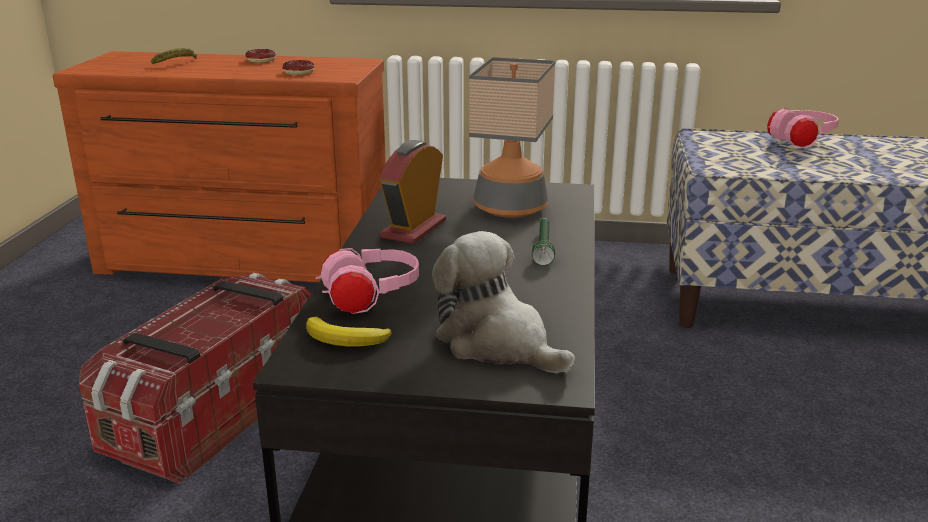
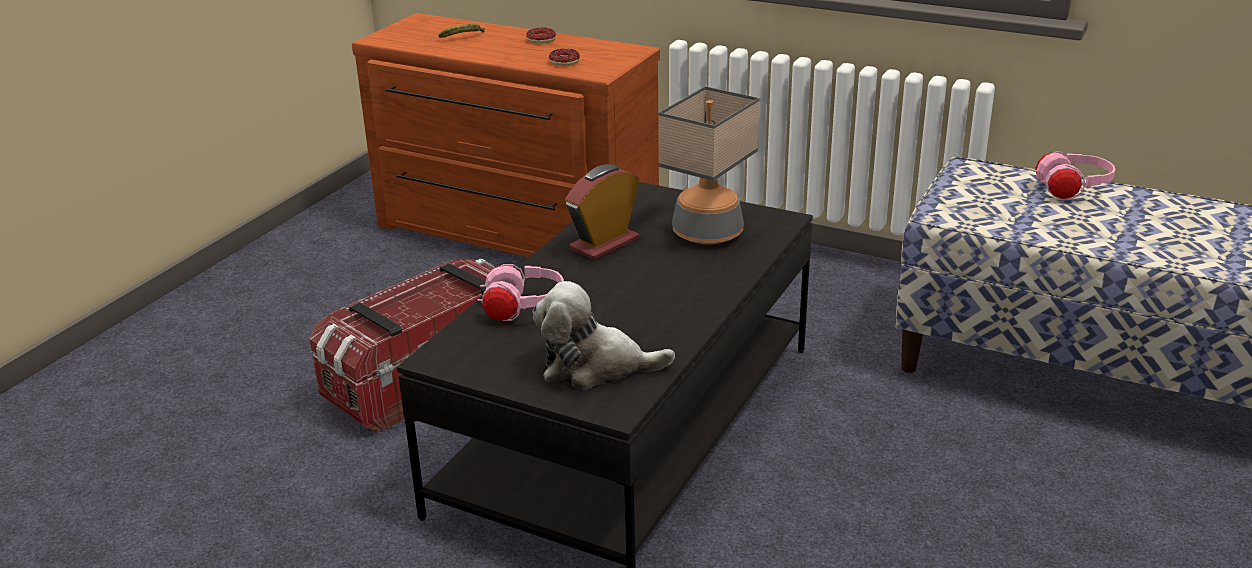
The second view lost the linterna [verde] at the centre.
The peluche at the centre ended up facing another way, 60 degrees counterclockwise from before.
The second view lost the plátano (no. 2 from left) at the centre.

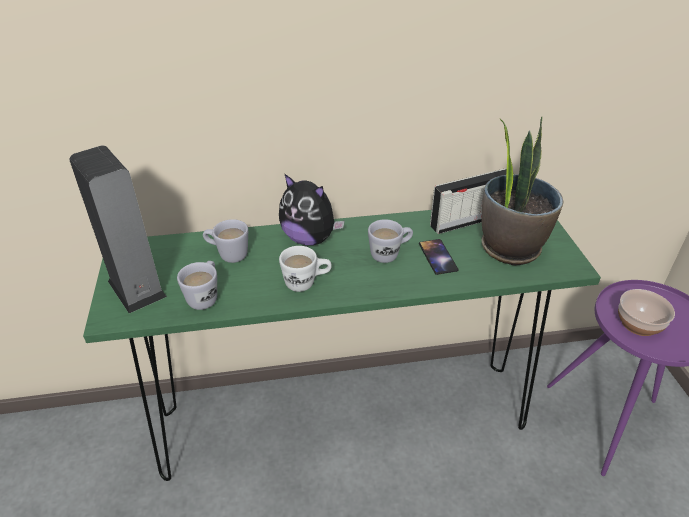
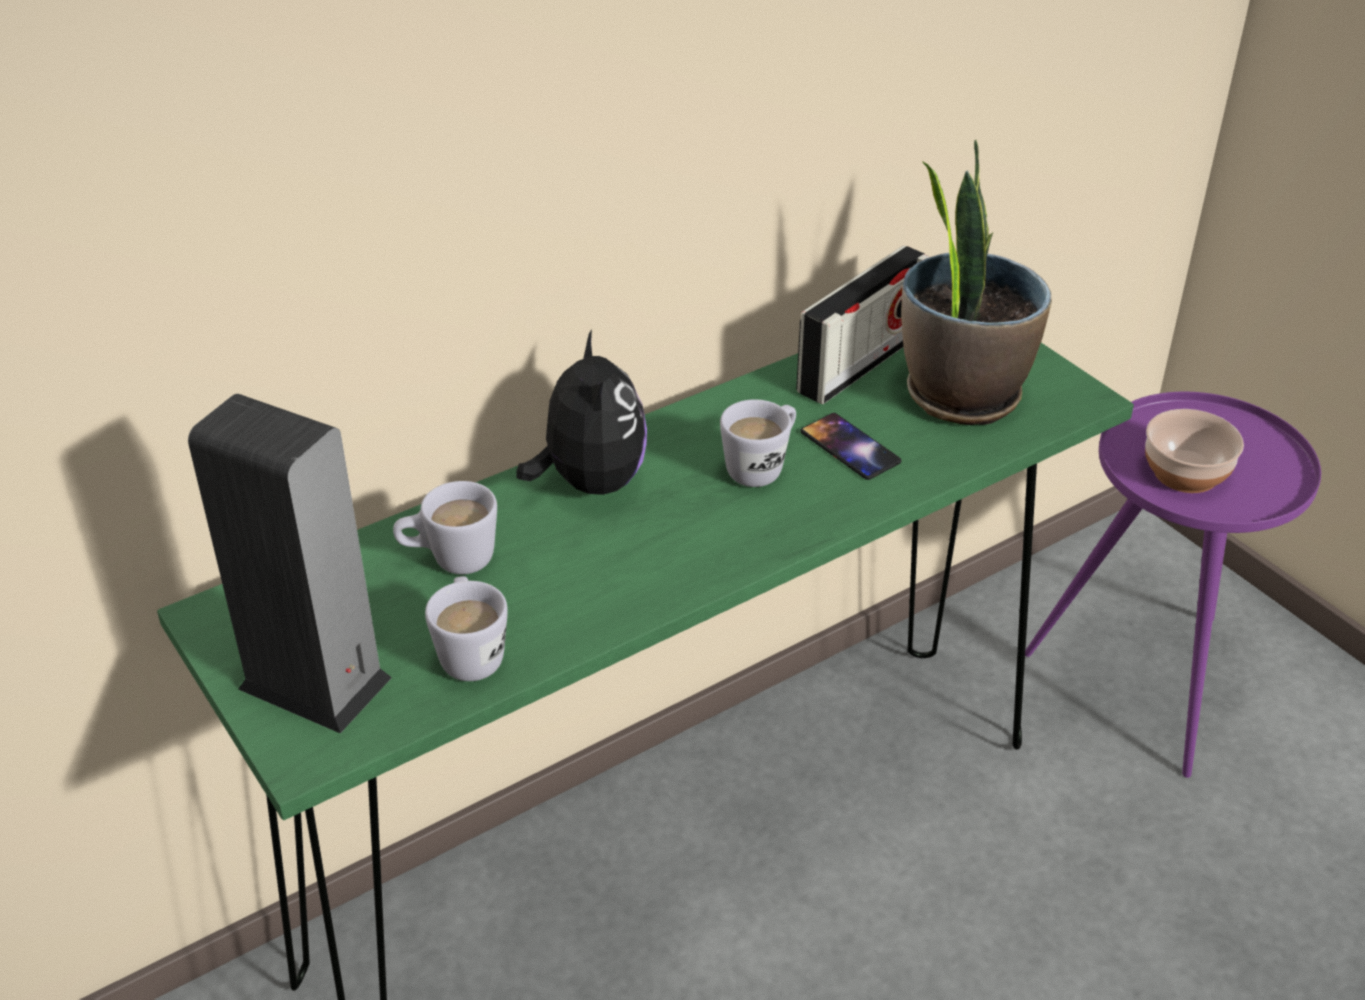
The peluche at the centre ended up facing another way, 105 degrees counterclockwise from before.
The second view lost the taza grande [blanco] (no. 3 from left) at the centre.

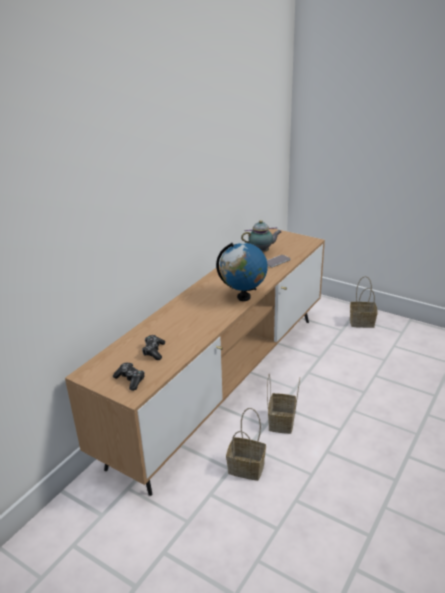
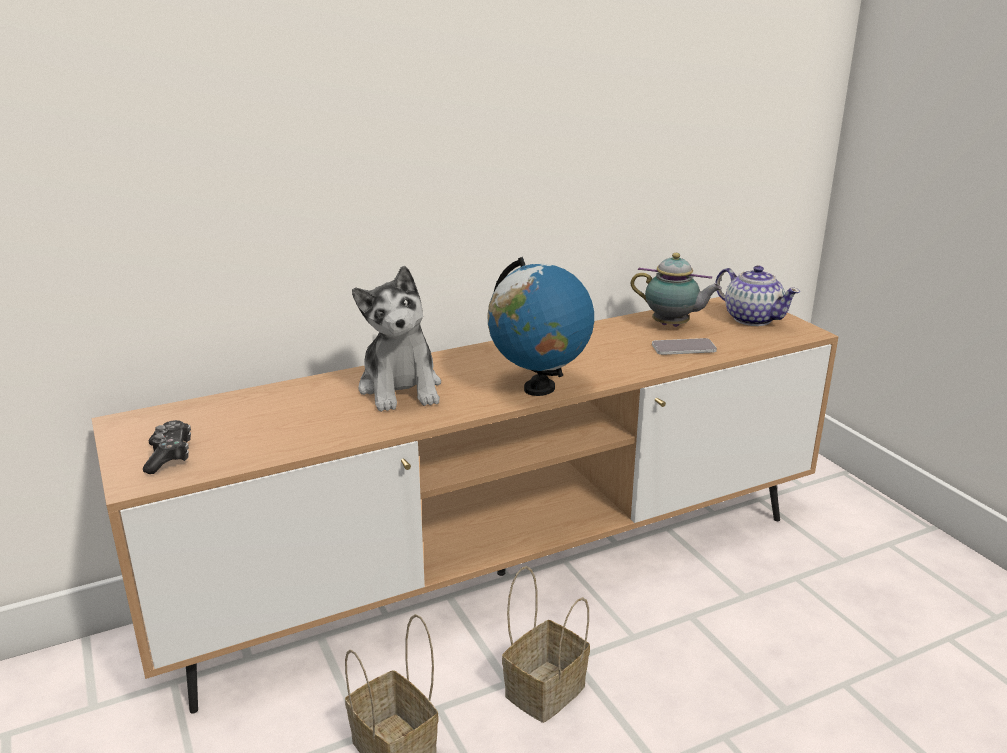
The second view lost the cesta (no. 3 from left) at the middle right.
The second view lost the mando de consola (no. 2 from left) at the centre.
The second view gained the peluche at the centre.
The second view gained the tetera (no. 2 from left) at the middle right.

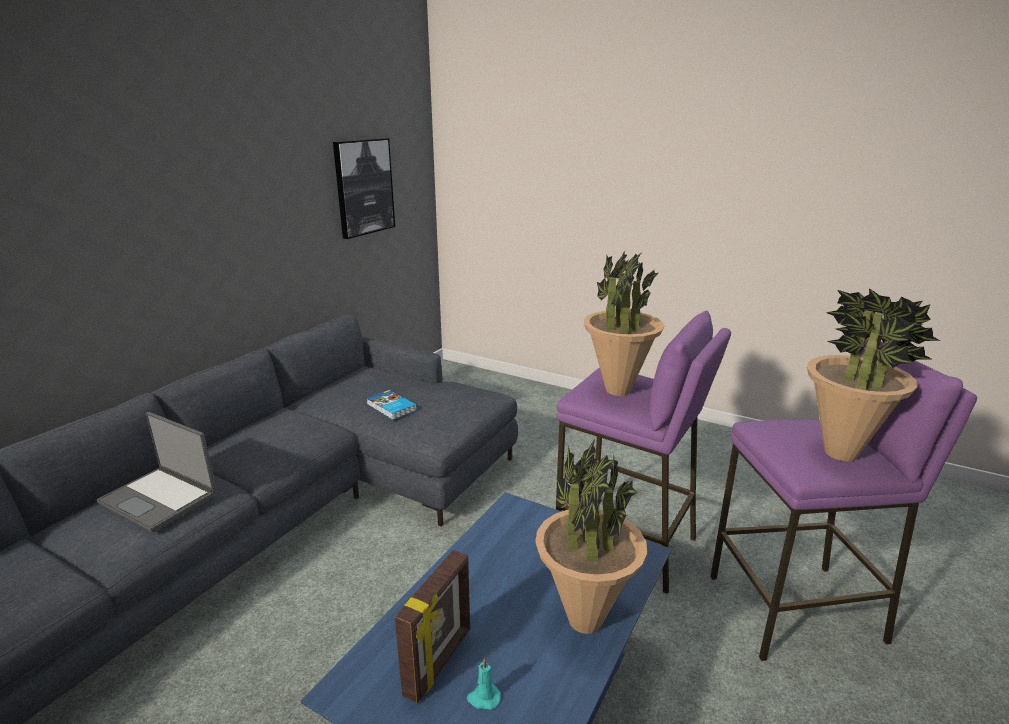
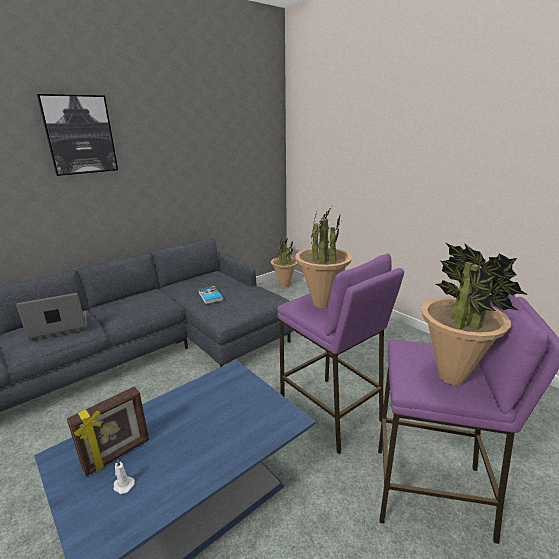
The cuadro ended up elsewhere, having gone from the top centre to the top left.
The portátil at the middle left ended up facing another way, 105 degrees clockwise from before.
The planta en maceta (no. 1 from left) ended up elsewhere, having gone from the bottom centre to the centre.
What was the vela [turquesa] at the bottom centre turned into the vela [blanco] at the bottom left.

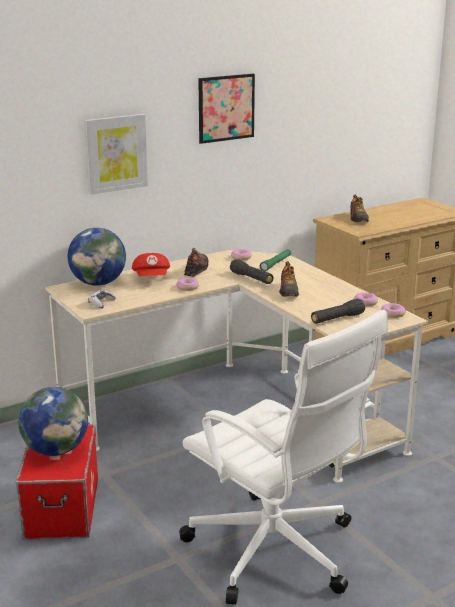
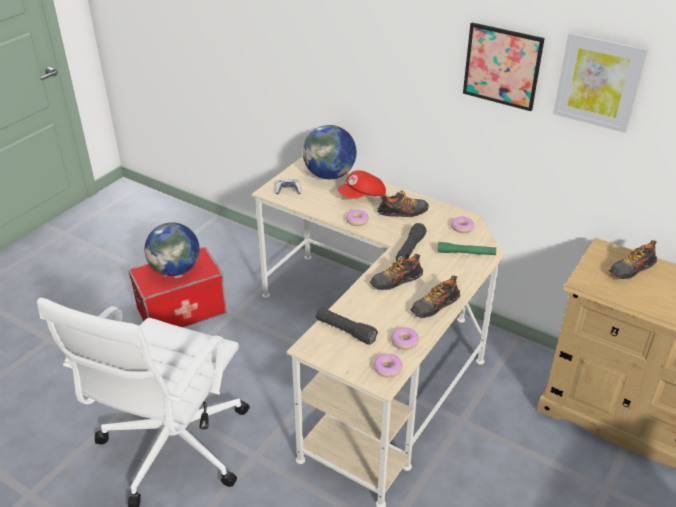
The cuadro (no. 1 from left in the first image) ended up elsewhere, having gone from the top left to the top right.
The second view gained the zapato (no. 3 from left) at the centre.

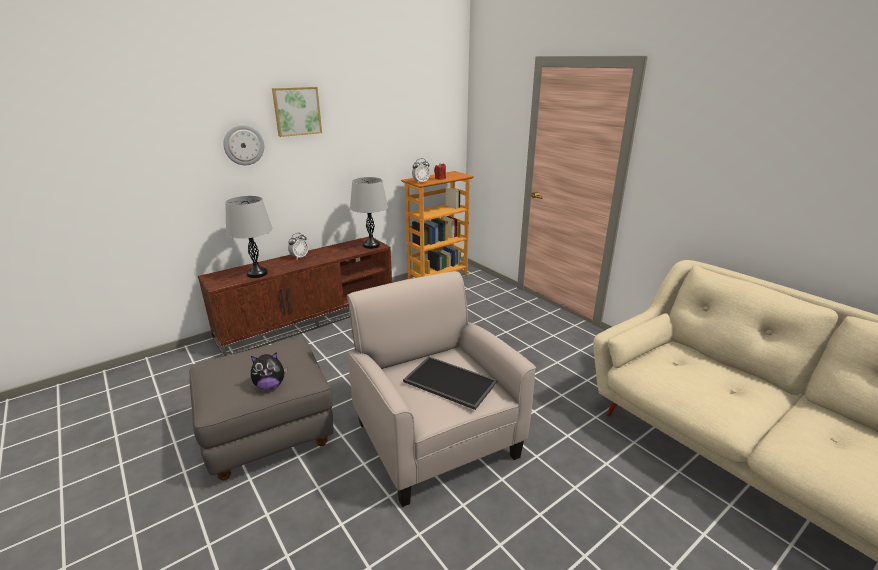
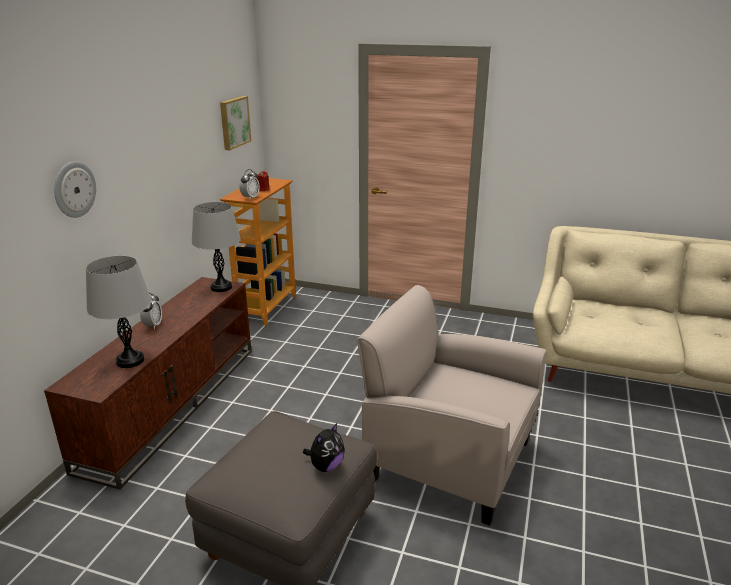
The cuadro ended up elsewhere, having gone from the top centre to the top left.
The second view lost the bandeja at the bottom centre.

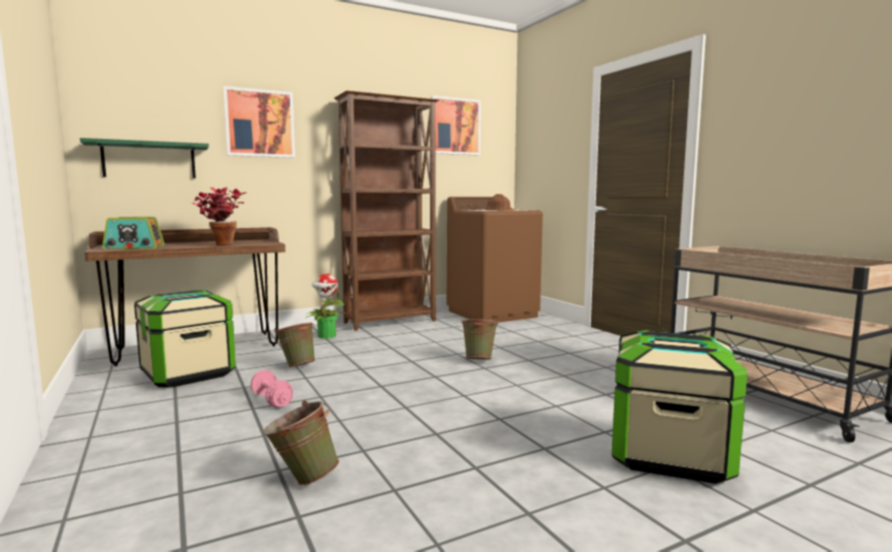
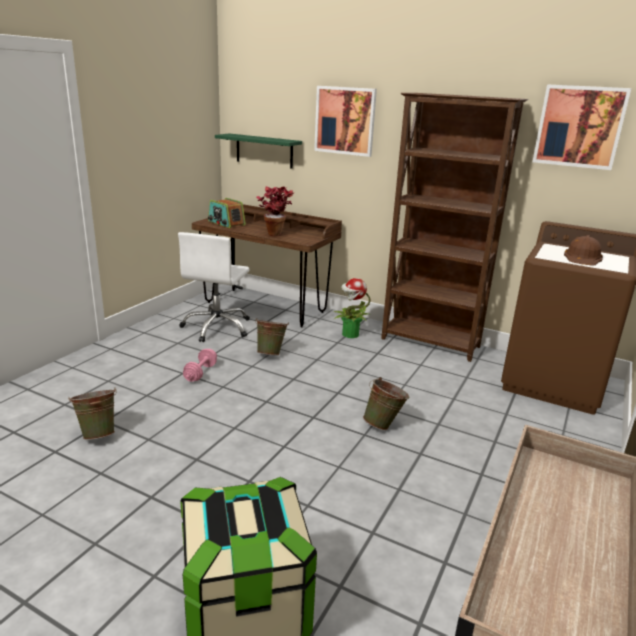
Where the caja de almacenaje (no. 1 from left) stood at the middle left, the silla de oficina [blanco] came to stand at the centre.

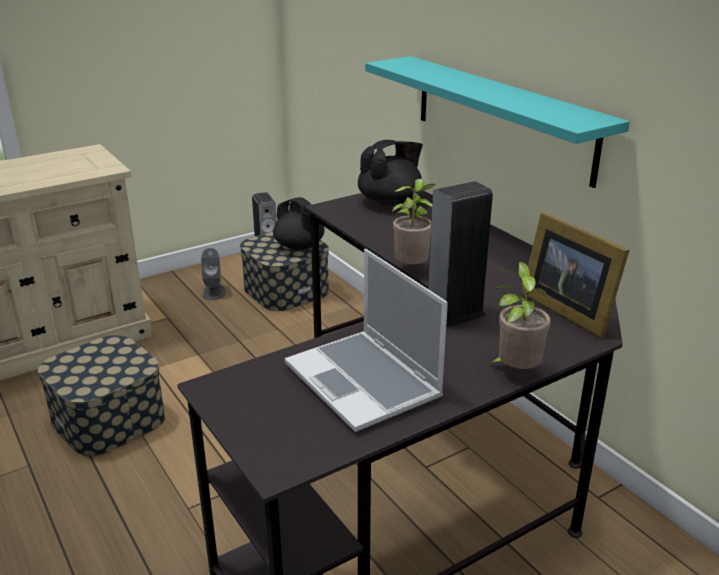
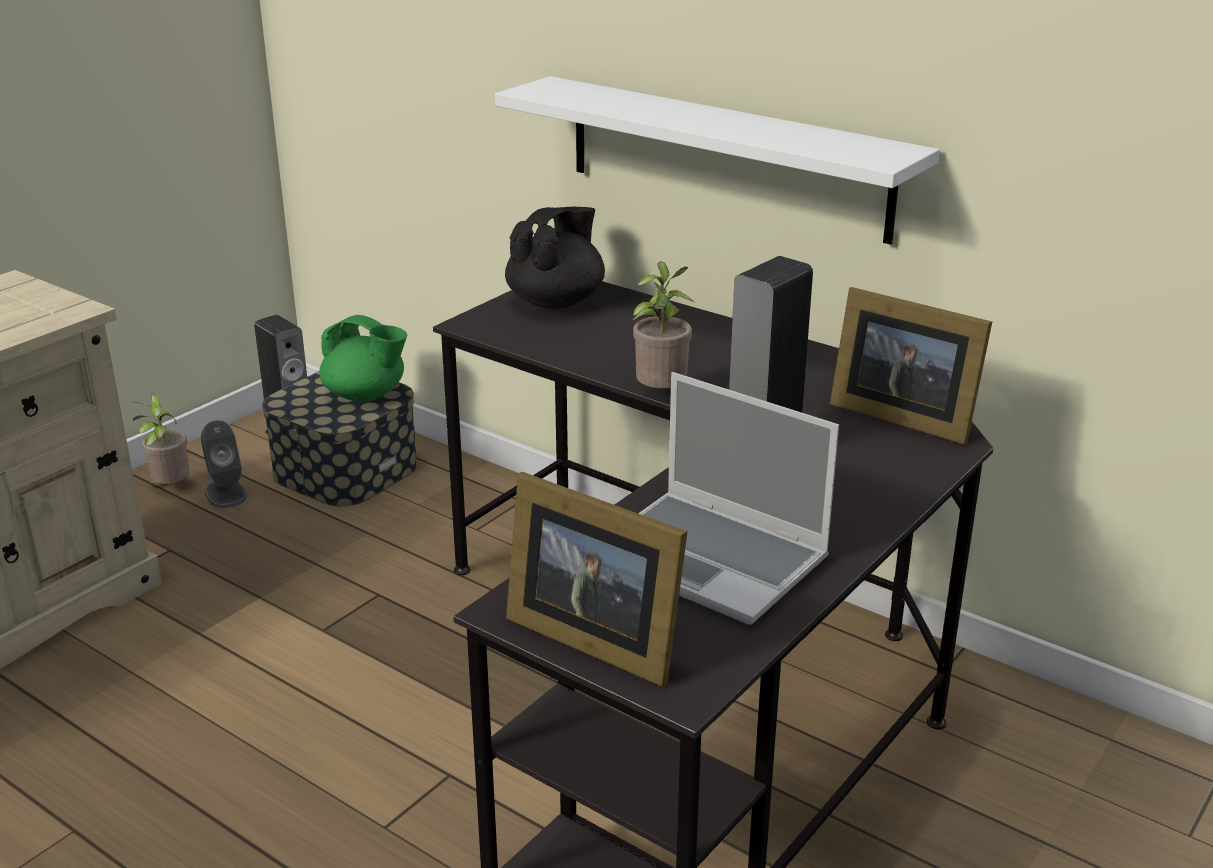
What was the estante [turquesa] at the top right turned into the estante [blanco] at the top centre.
What was the tetera [negro] (no. 1 from left) at the centre turned into the tetera [verde] at the middle left.
The planta en maceta (no. 2 from left in the first image) ended up elsewhere, having gone from the middle right to the middle left.
The second view lost the caja de almacenaje (no. 1 from left) at the bottom left.
The second view gained the portarretratos (no. 1 from left) at the bottom centre.

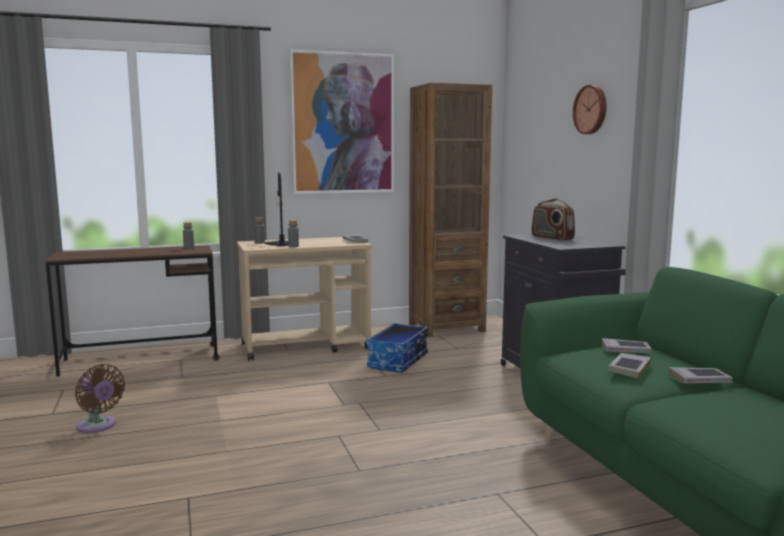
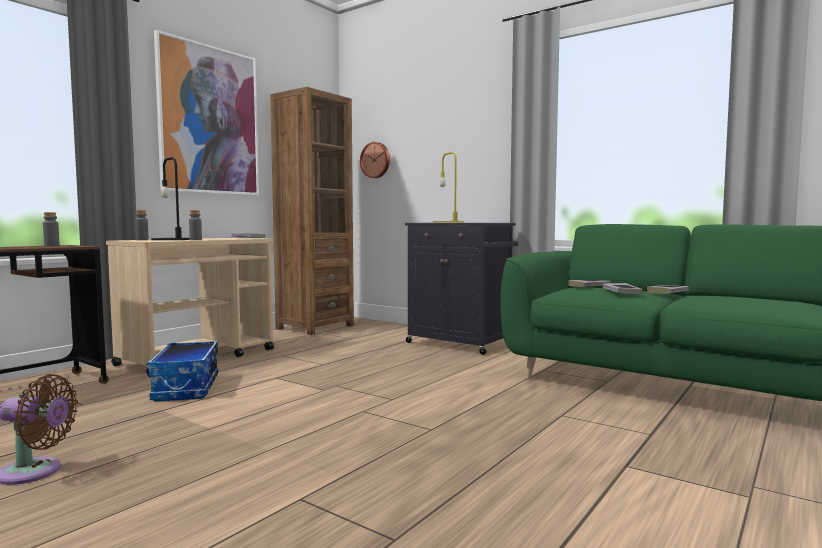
The reloj de pared ended up elsewhere, having gone from the top right to the top centre.
Where the radio stood at the middle right, the lámpara de mesa [amarillo] came to stand at the centre.
The caja de almacenaje ended up elsewhere, having gone from the centre to the bottom left.

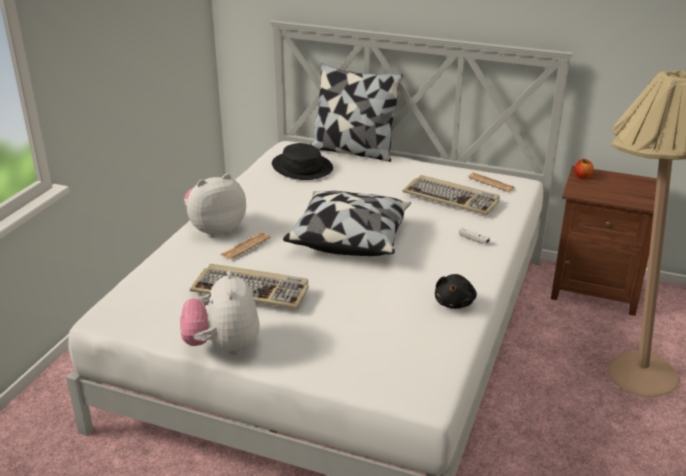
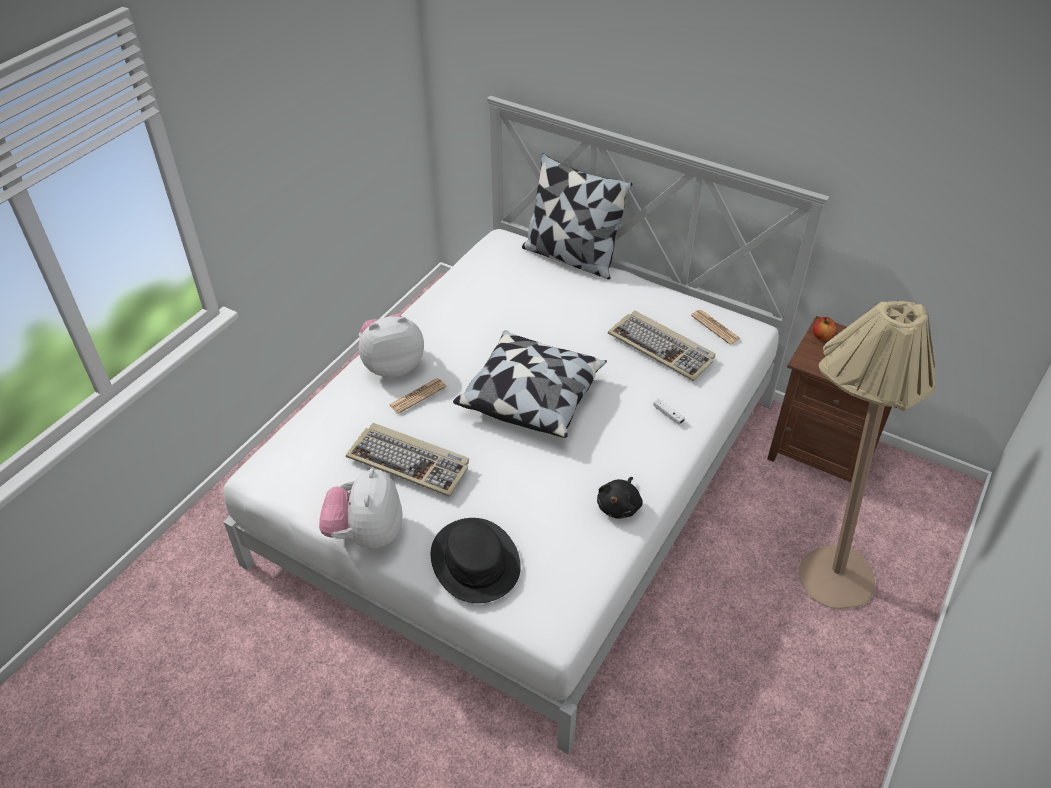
The sombrero [negro] ended up elsewhere, having gone from the centre to the bottom centre.

